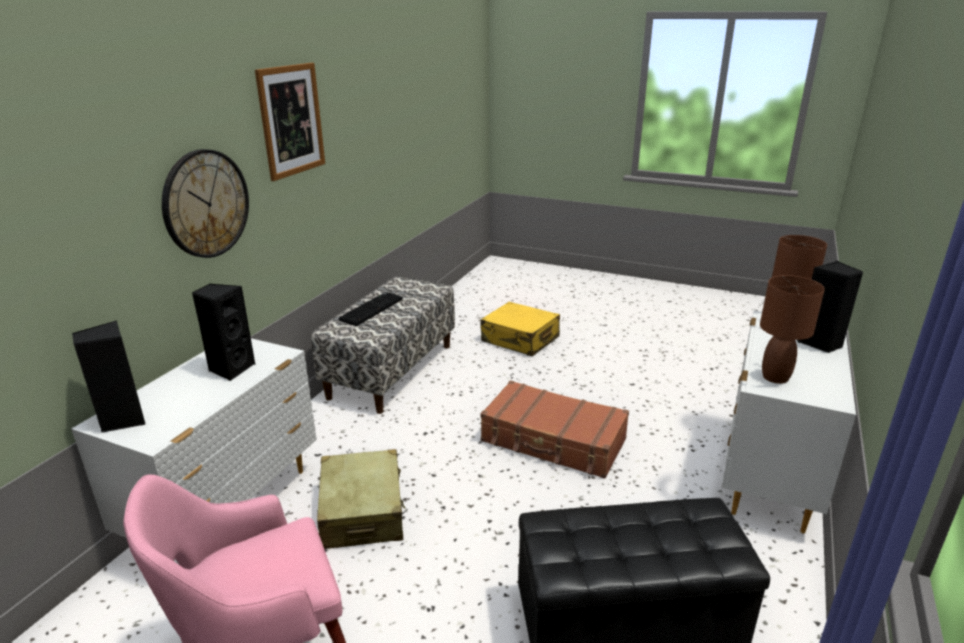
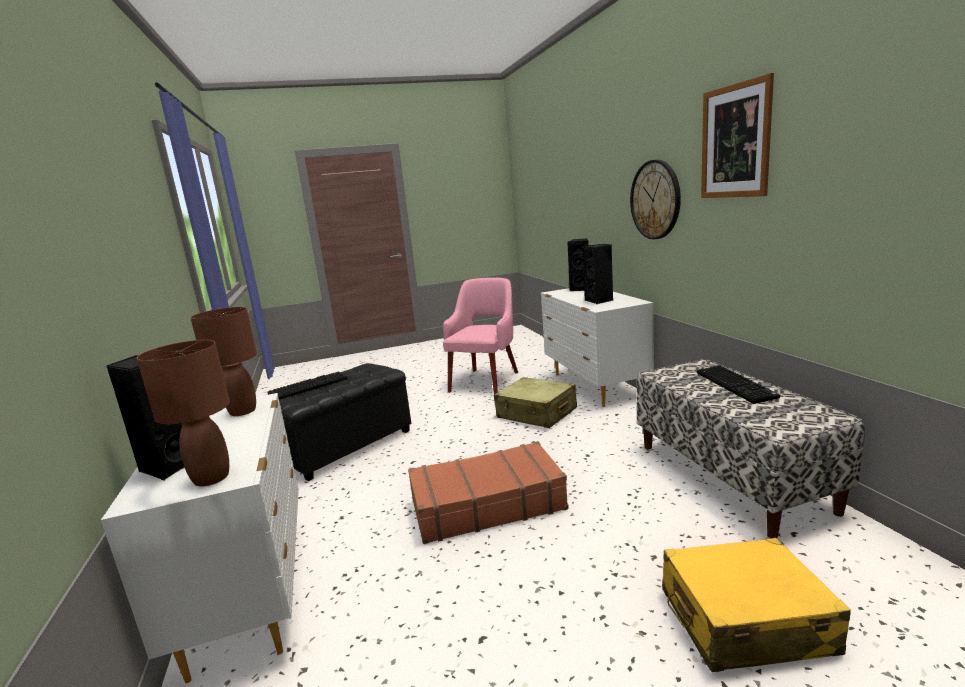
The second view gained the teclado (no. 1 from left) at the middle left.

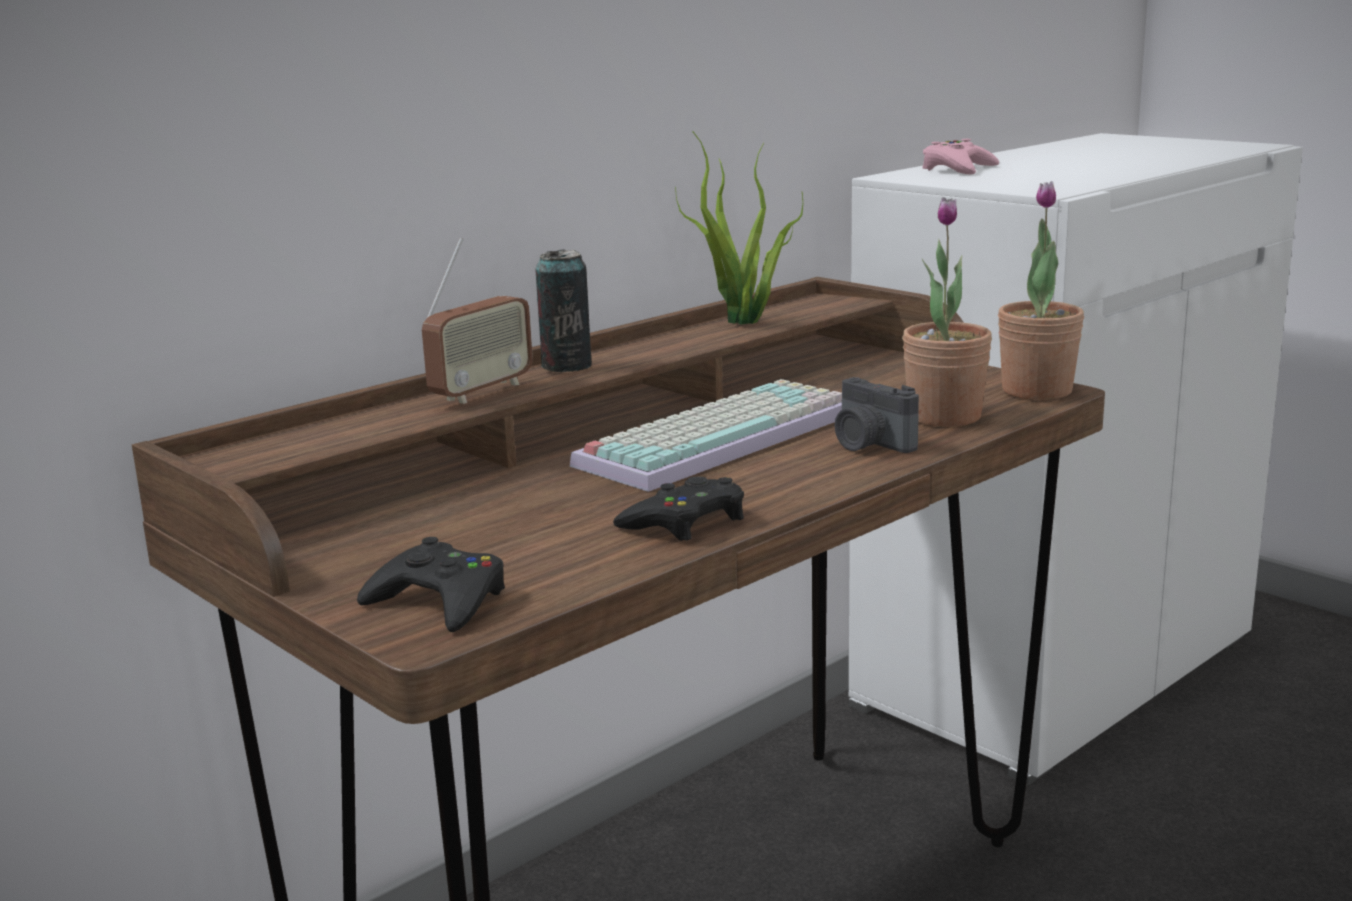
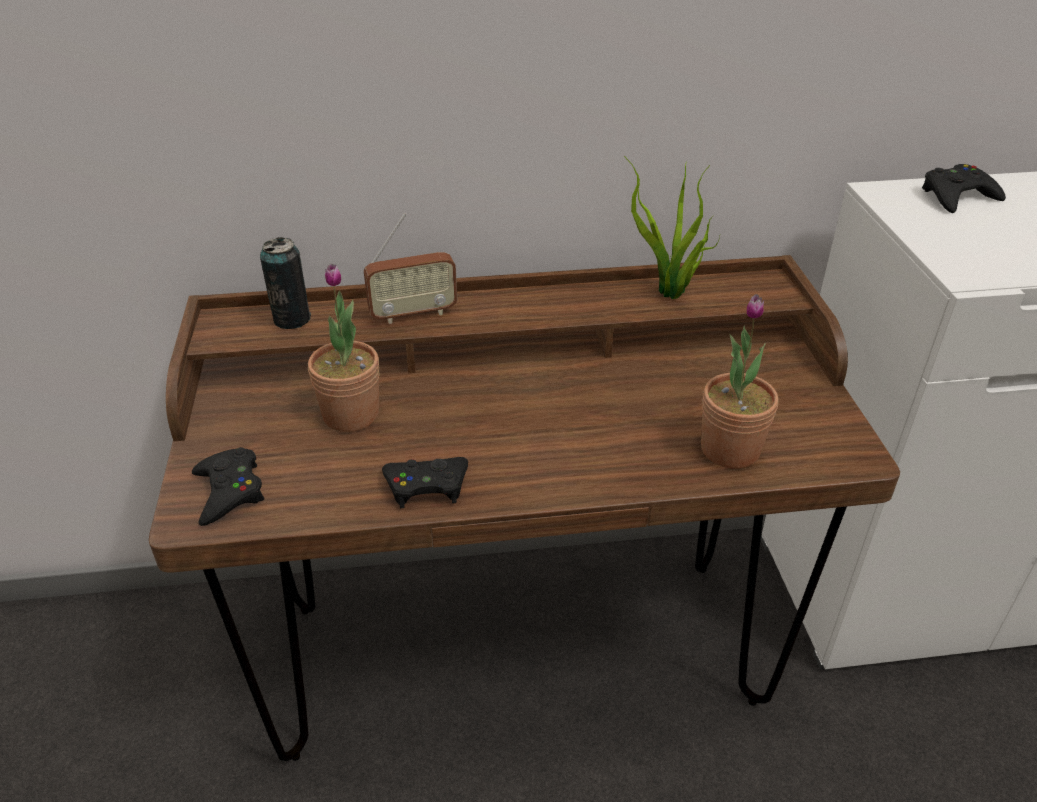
What was the mando de consola [rosa] at the top right turned into the mando de consola [negro] (no. 3 from left) at the top right.
The planta en maceta (no. 3 from left in the first image) ended up elsewhere, having gone from the top right to the middle left.
The lata ended up elsewhere, having gone from the centre to the middle left.
The second view lost the cámara at the centre.
The second view lost the teclado at the centre.

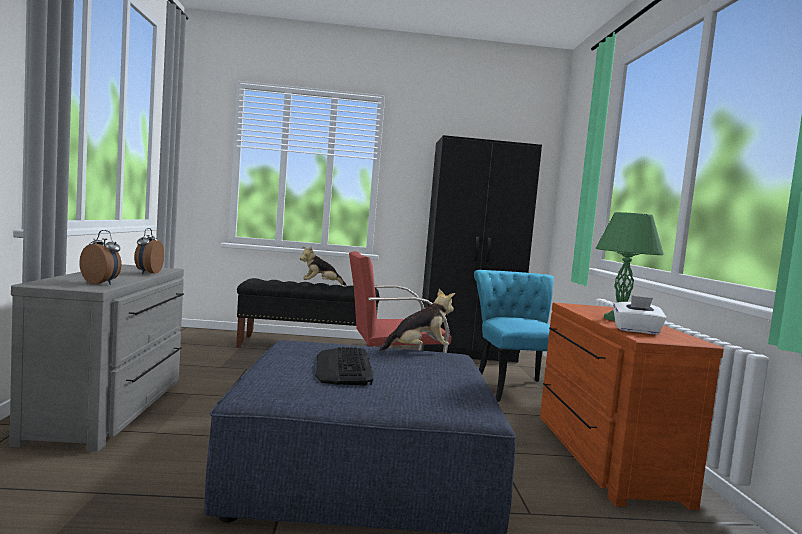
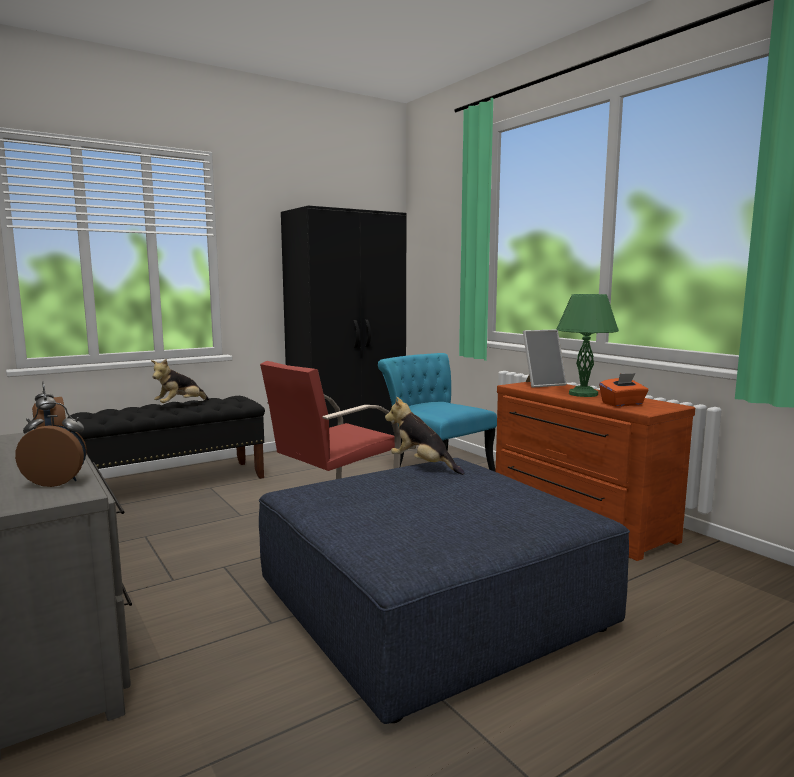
The peluche (no. 2 from left) at the centre ended up facing another way, 90 degrees counterclockwise from before.
What was the caja de pañuelos [blanco] at the middle right turned into the caja de pañuelos [naranja] at the middle right.
The second view lost the teclado at the bottom centre.
The second view gained the portarretratos at the middle right.

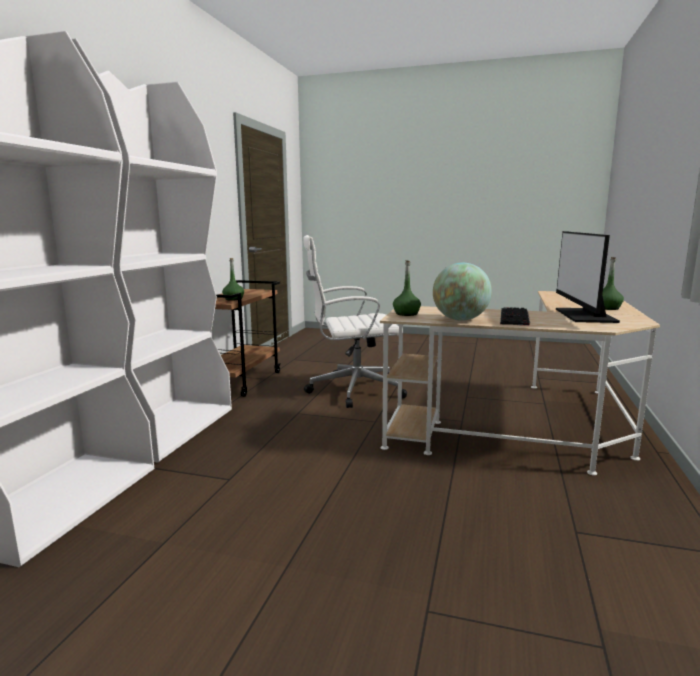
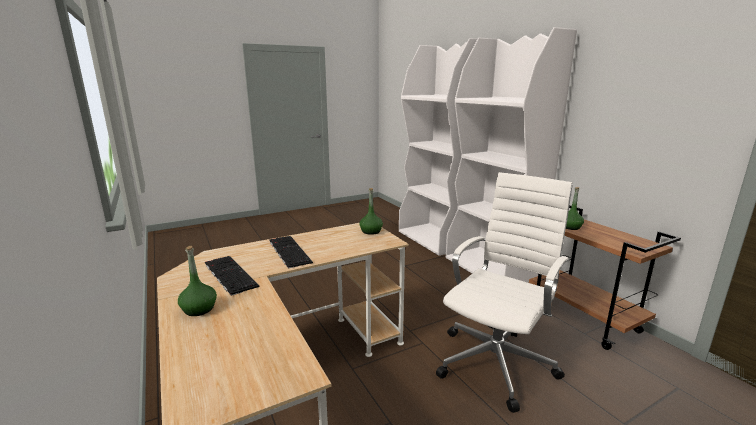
Where the monitor stood at the middle right, the teclado (no. 1 from left) came to stand at the middle left.
The second view lost the globo terráqueo at the centre.

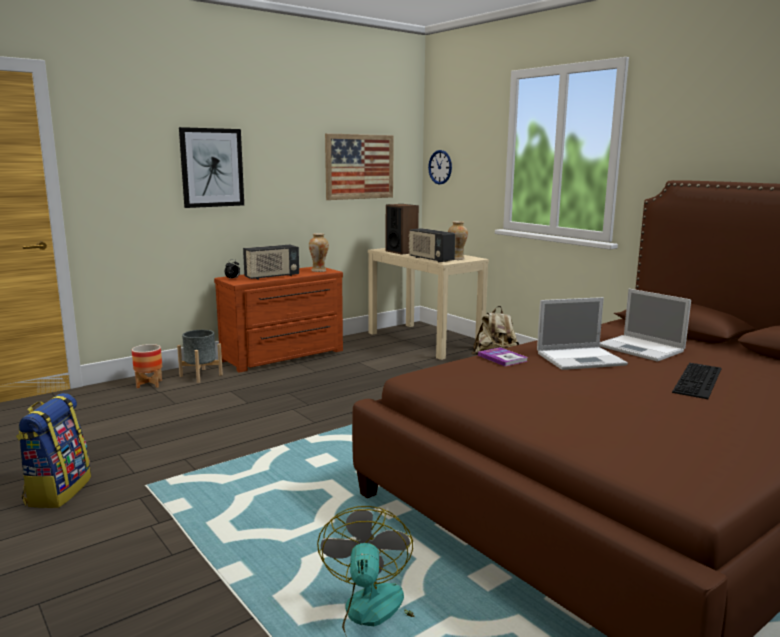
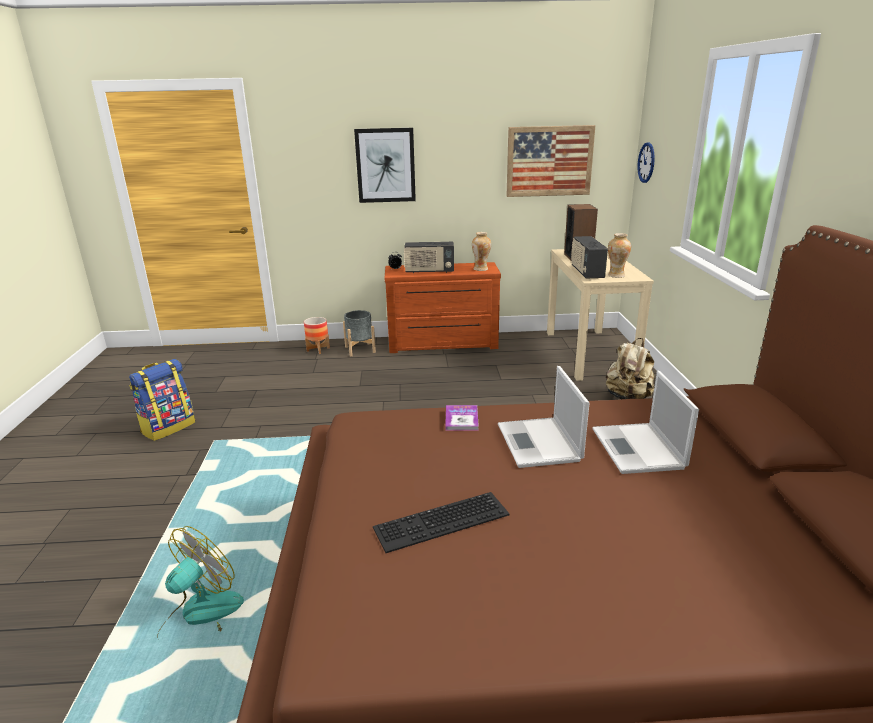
The portátil (no. 1 from left) at the middle right ended up facing another way, 60 degrees clockwise from before.
The teclado ended up elsewhere, having gone from the middle right to the bottom centre.

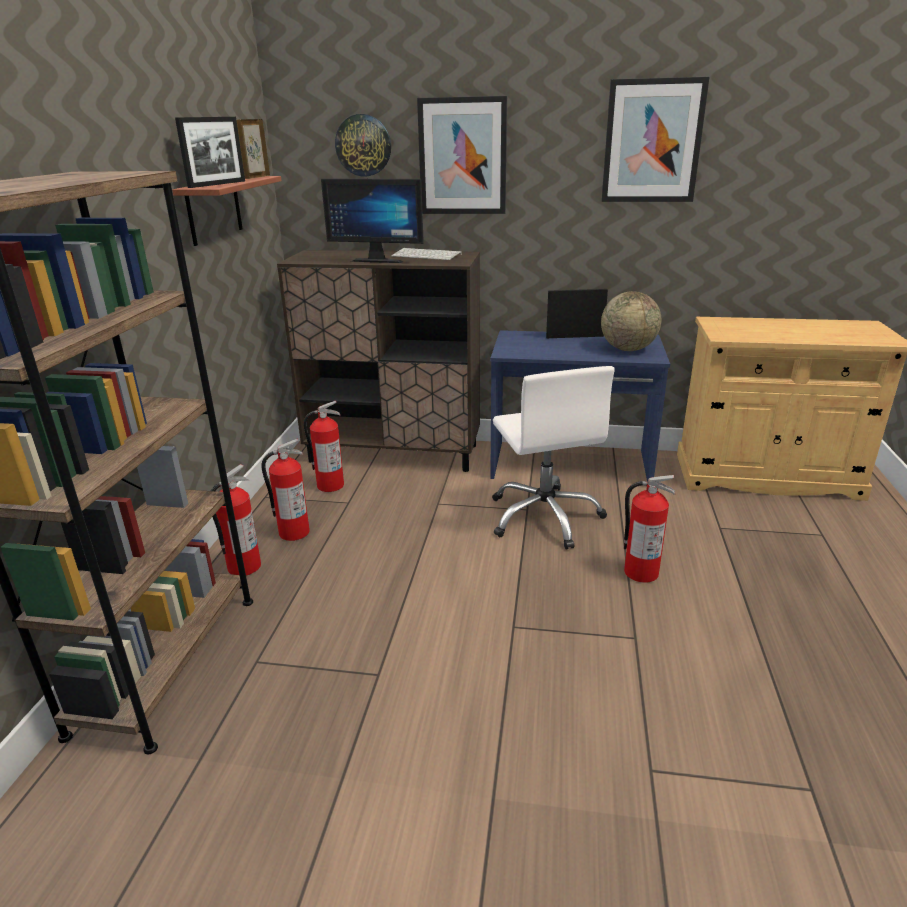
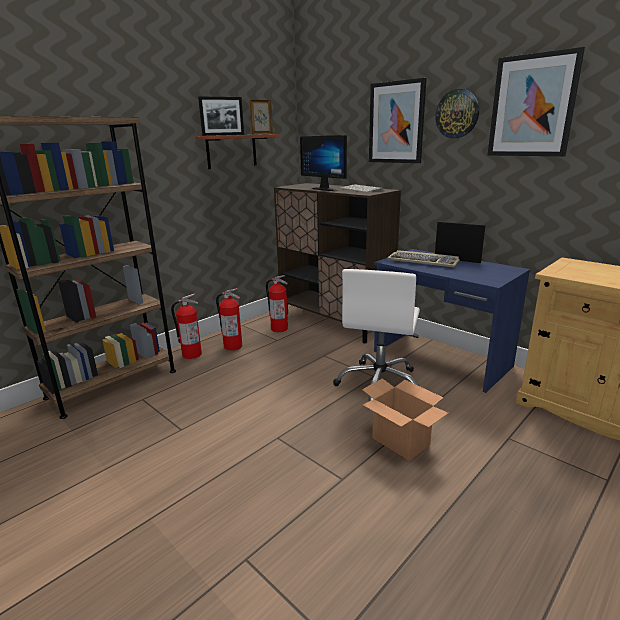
The reloj de pared ended up elsewhere, having gone from the top centre to the top right.
The second view lost the globo terráqueo at the middle right.
Where the extintor (no. 4 from left) stood at the middle right, the caja de cartón came to stand at the bottom centre.
The second view gained the teclado (no. 2 from left) at the middle right.

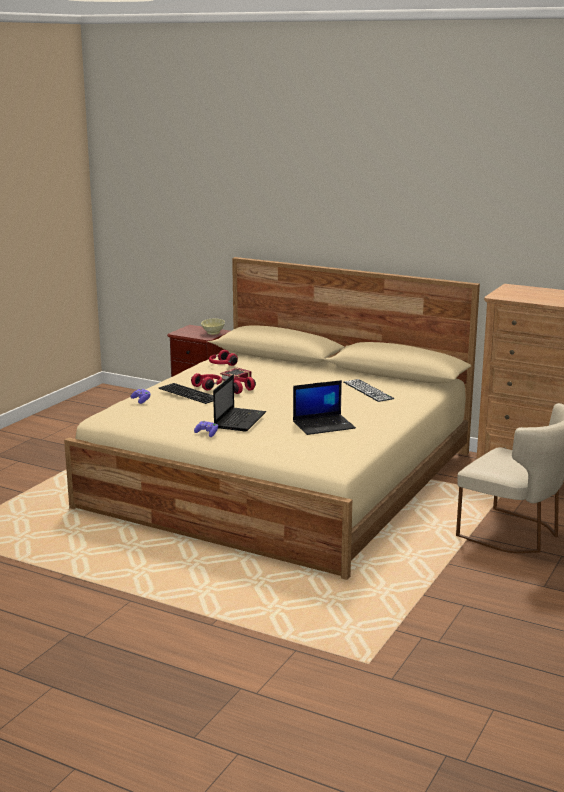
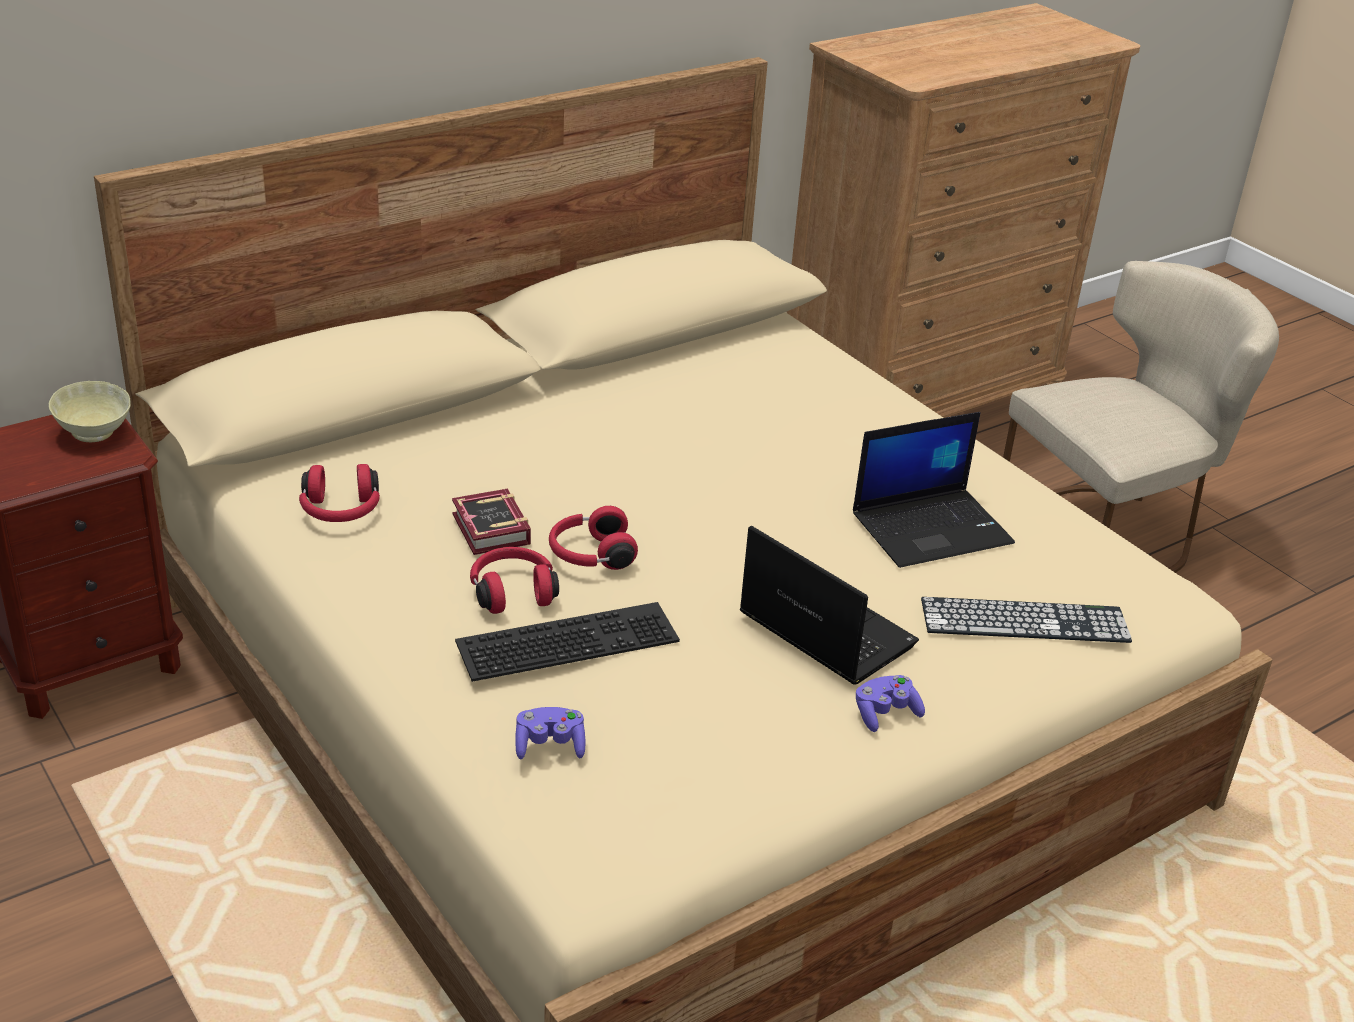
The teclado (no. 2 from left) ended up elsewhere, having gone from the centre to the middle right.
The portátil (no. 2 from left) at the centre ended up facing another way, 60 degrees clockwise from before.

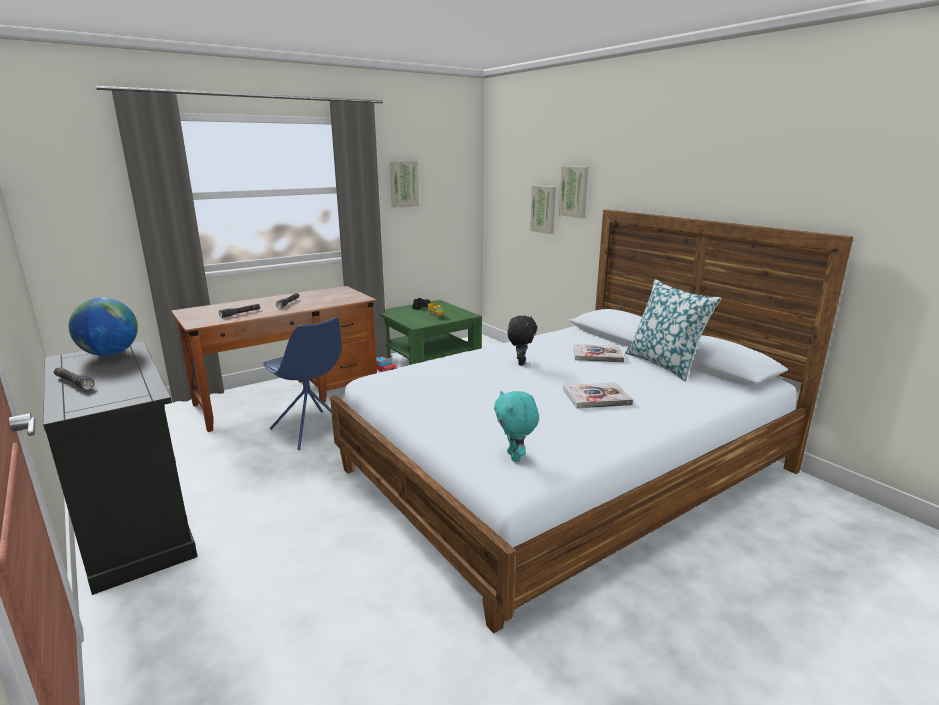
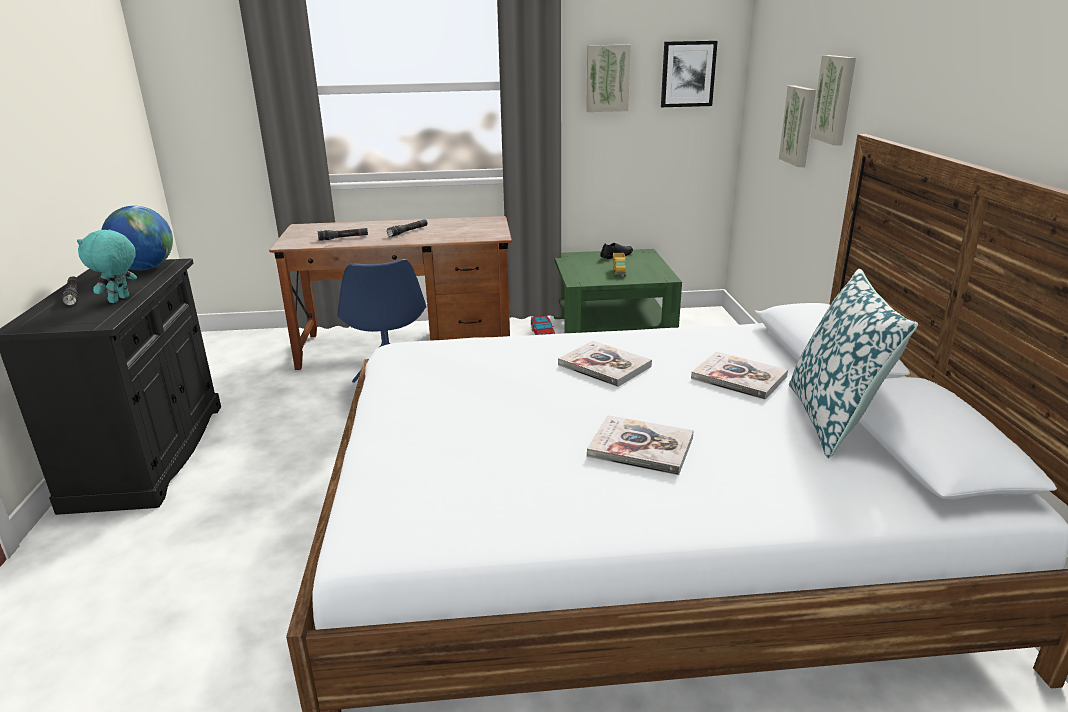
Where the peluche [negro] stood at the centre, the libro (no. 1 from left) came to stand at the centre.
The peluche [turquesa] ended up elsewhere, having gone from the centre to the middle left.
The second view gained the cuadro (no. 2 from left) at the top centre.

